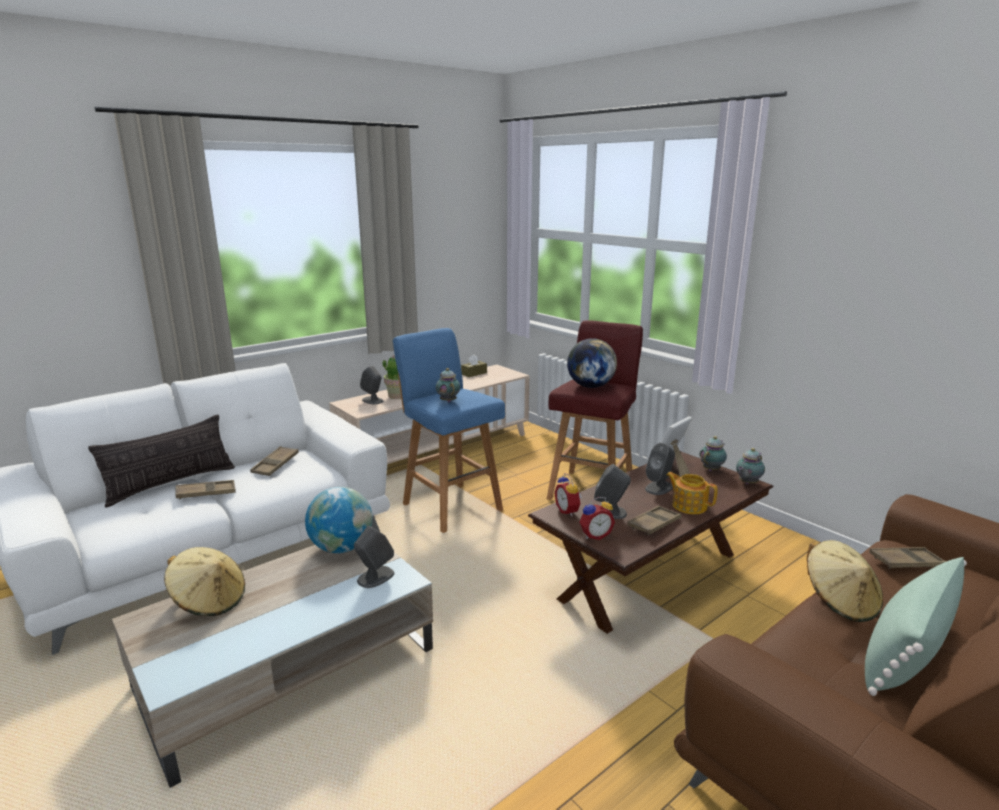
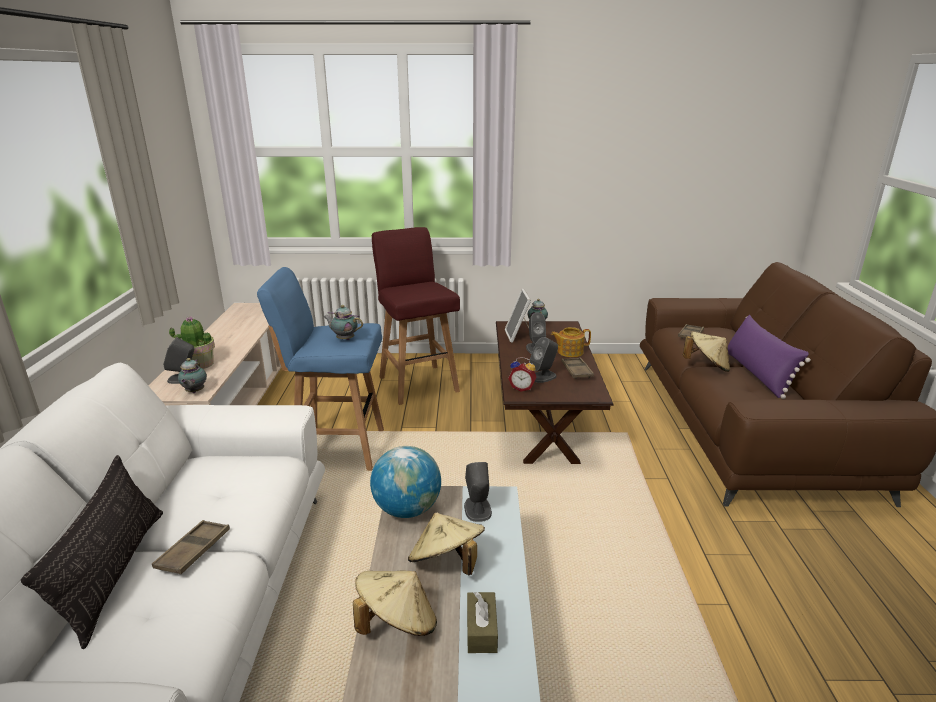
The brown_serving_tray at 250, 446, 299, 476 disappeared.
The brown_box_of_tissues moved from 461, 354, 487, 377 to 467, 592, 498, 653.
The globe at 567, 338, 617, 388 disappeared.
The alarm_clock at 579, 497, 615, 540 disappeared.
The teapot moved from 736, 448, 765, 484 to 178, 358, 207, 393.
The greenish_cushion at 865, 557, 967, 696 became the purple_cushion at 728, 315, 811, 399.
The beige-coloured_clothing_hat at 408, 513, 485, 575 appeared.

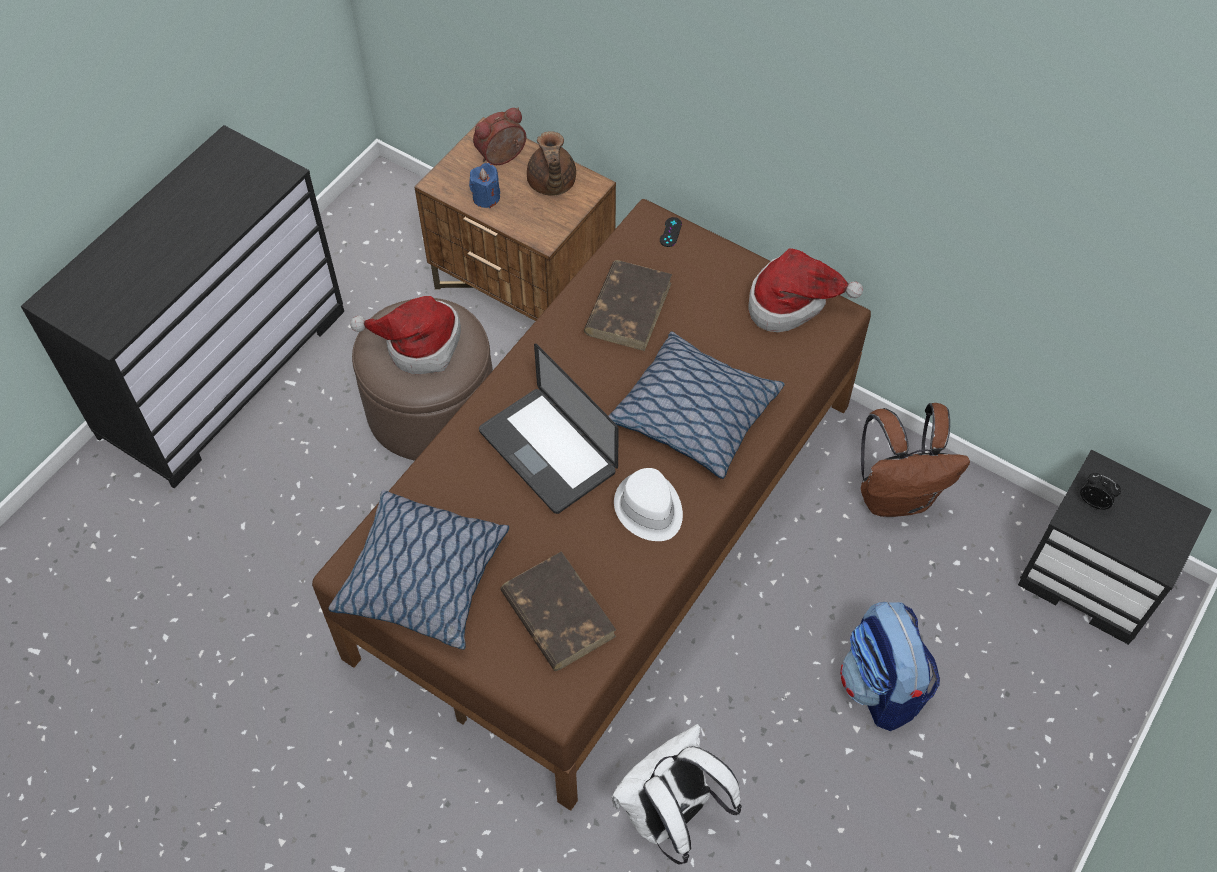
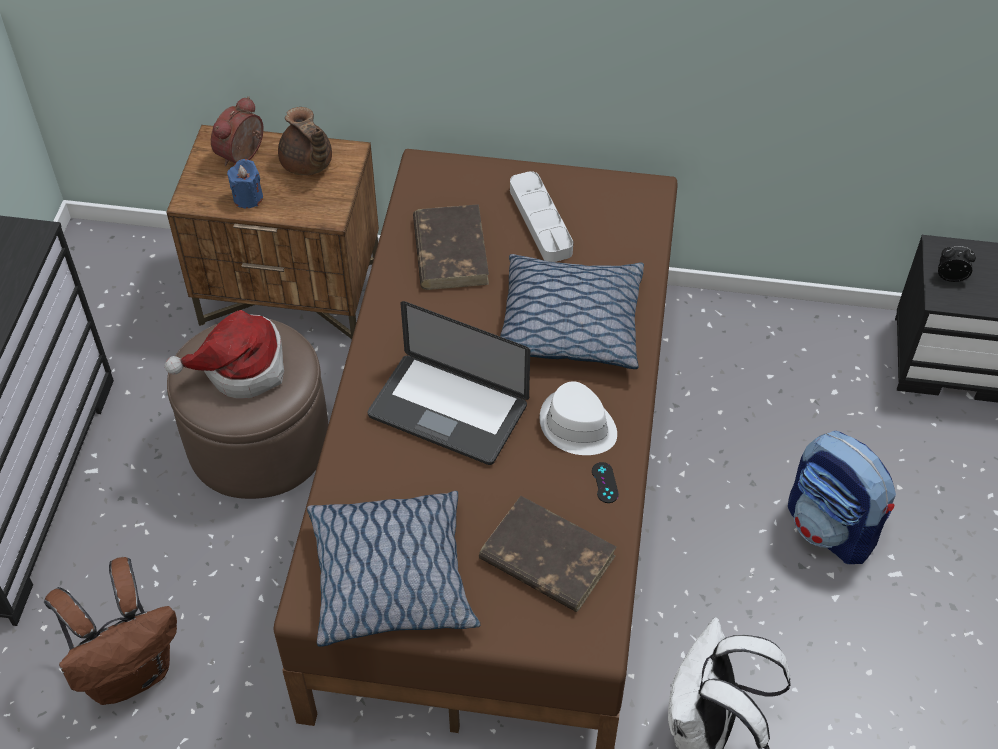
The blackish_gamepad moved from 660, 217, 682, 247 to 592, 462, 619, 503.
The clothing_hat at 748, 248, 863, 332 disappeared.
The brown_backpack moved from 861, 403, 970, 517 to 44, 557, 177, 705.
The grey_serving_tray at 510, 171, 573, 262 appeared.

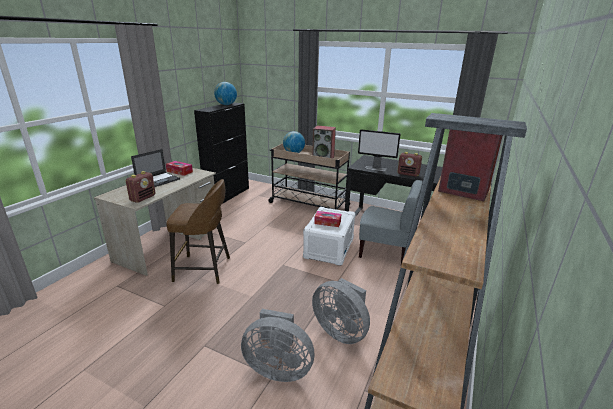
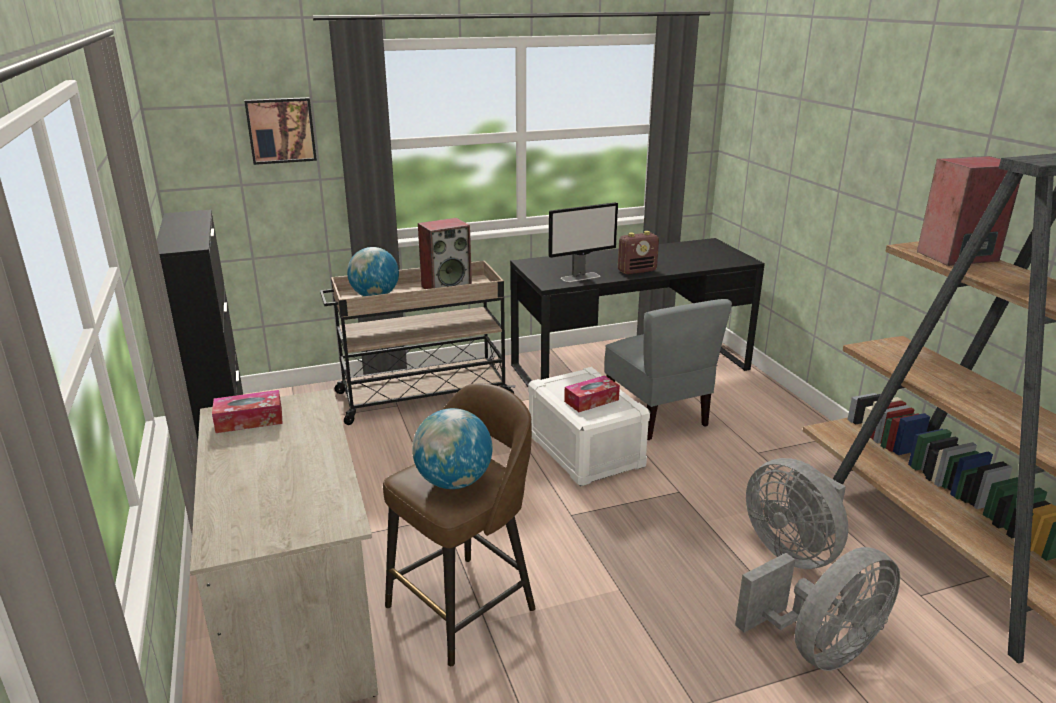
The radio_receiver at 126, 171, 155, 203 disappeared.
The laptop at 131, 149, 180, 187 disappeared.
The globe moved from 214, 82, 237, 105 to 412, 408, 492, 489.
The grey_cooling_fan at 312, 278, 370, 344 turned 60 degrees clockwise.
The grey_chair at 359, 180, 423, 265 turned 90 degrees clockwise.
The picture at 244, 97, 317, 165 appeared.

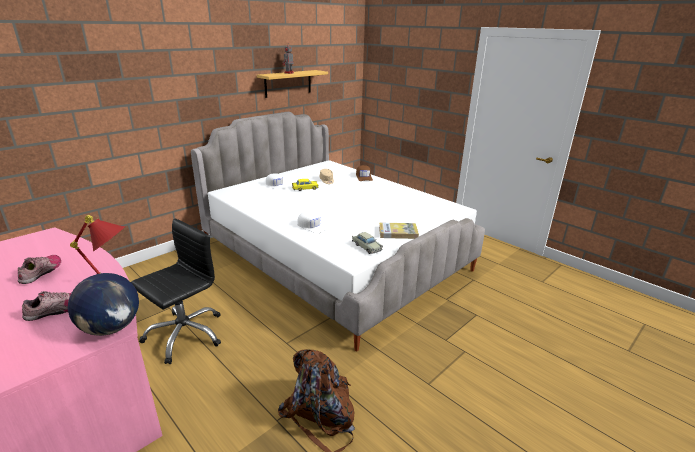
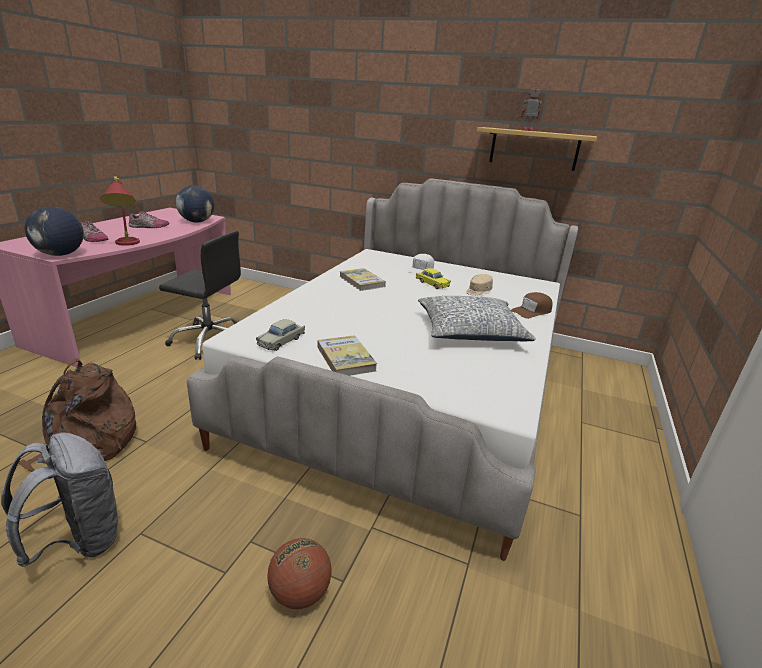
The whitish_peaked_cap at 297, 211, 329, 234 disappeared.
The grey_backpack at 1, 433, 120, 567 appeared.
The globe at 176, 185, 214, 223 appeared.
The ball_for_basketball at 267, 538, 332, 609 appeared.
The bound_book at 340, 268, 386, 291 appeared.
The cushion at 418, 296, 536, 341 appeared.

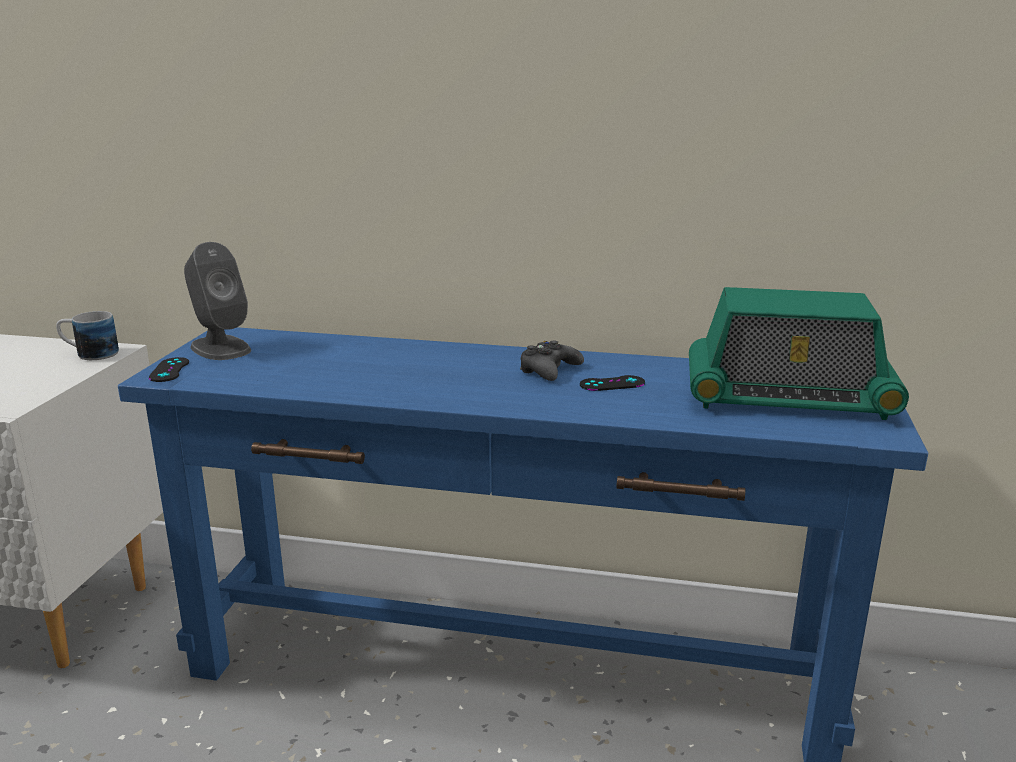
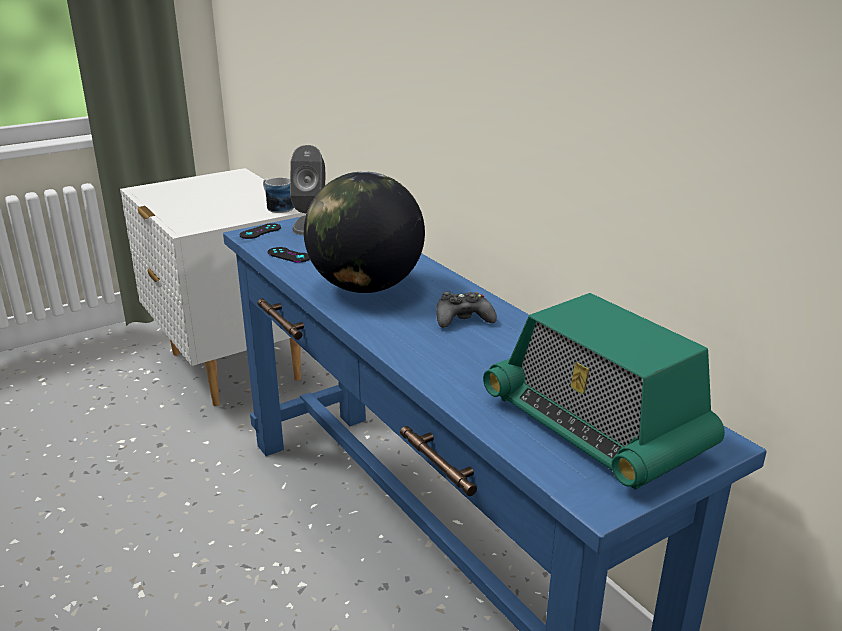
The blackish_gamepad moved from 580, 375, 645, 391 to 267, 247, 310, 263.
The globe at 304, 171, 425, 293 appeared.

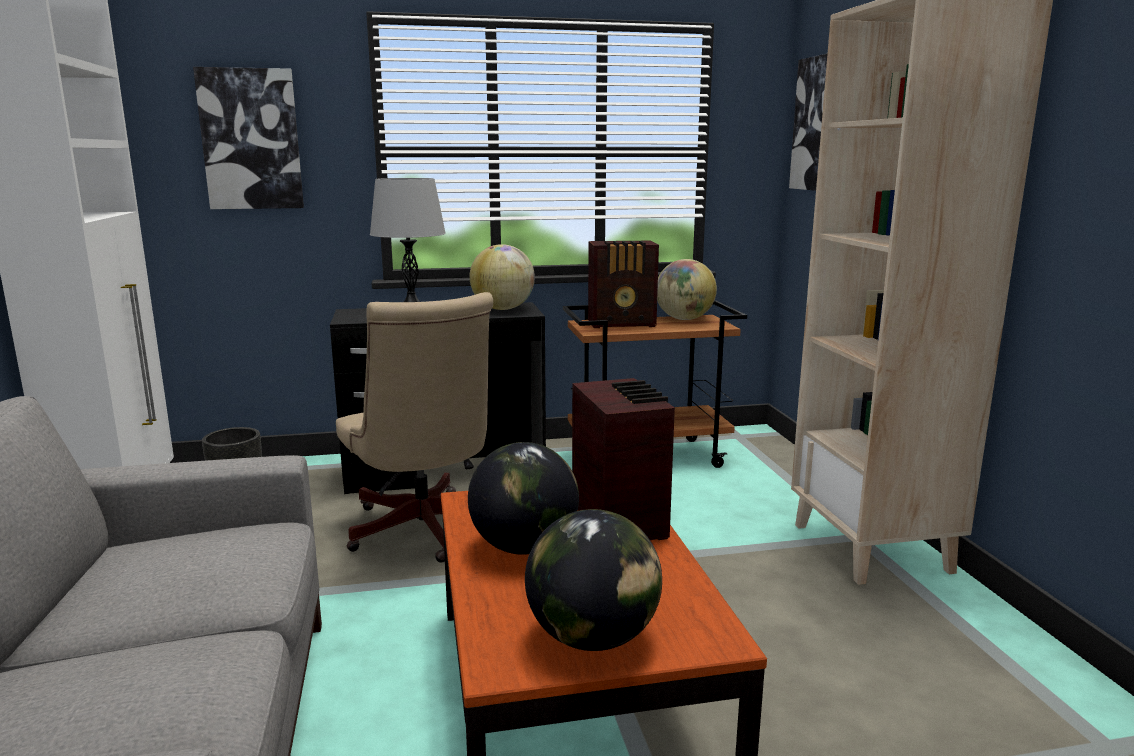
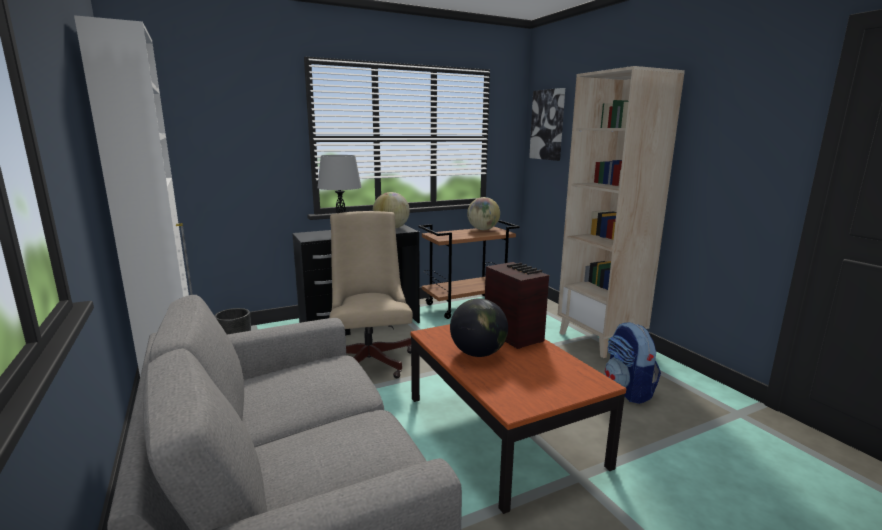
The picture at 193, 67, 304, 209 disappeared.
The beige-coloured_desk_chair at 336, 292, 493, 563 turned 150 degrees counterclockwise.
The globe at 525, 509, 662, 651 disappeared.
The radio_receiver at 588, 241, 659, 328 disappeared.
The backpack at 605, 322, 661, 404 appeared.

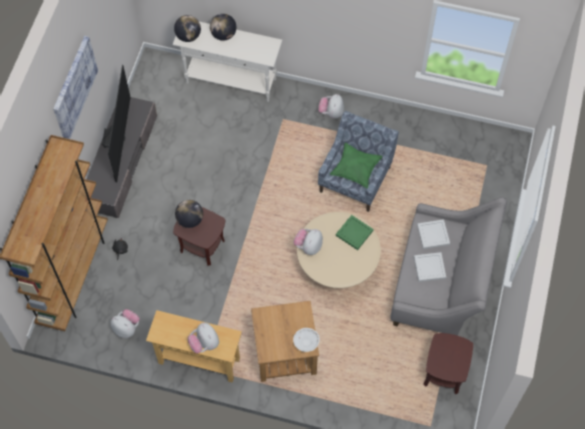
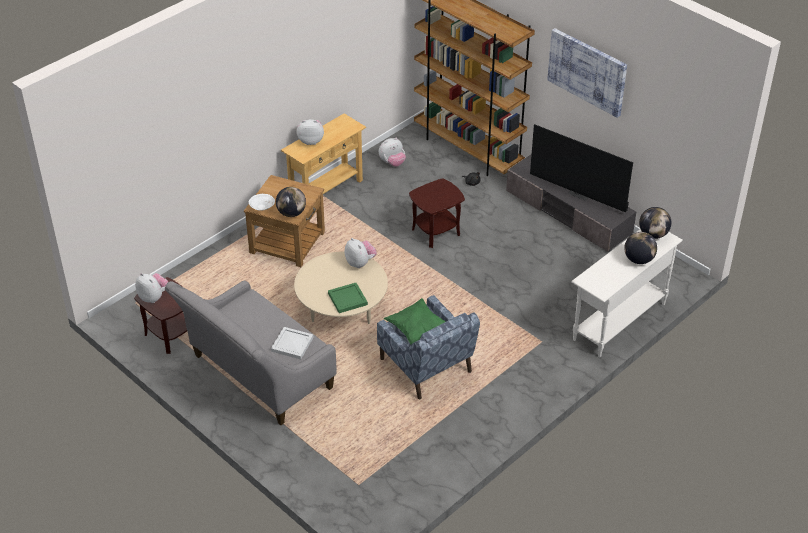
The globe moved from 175, 200, 203, 228 to 276, 187, 306, 217.
The cuddly_toy moved from 318, 94, 344, 119 to 135, 273, 168, 303.
The whitish_serving_tray at 414, 252, 446, 282 disappeared.

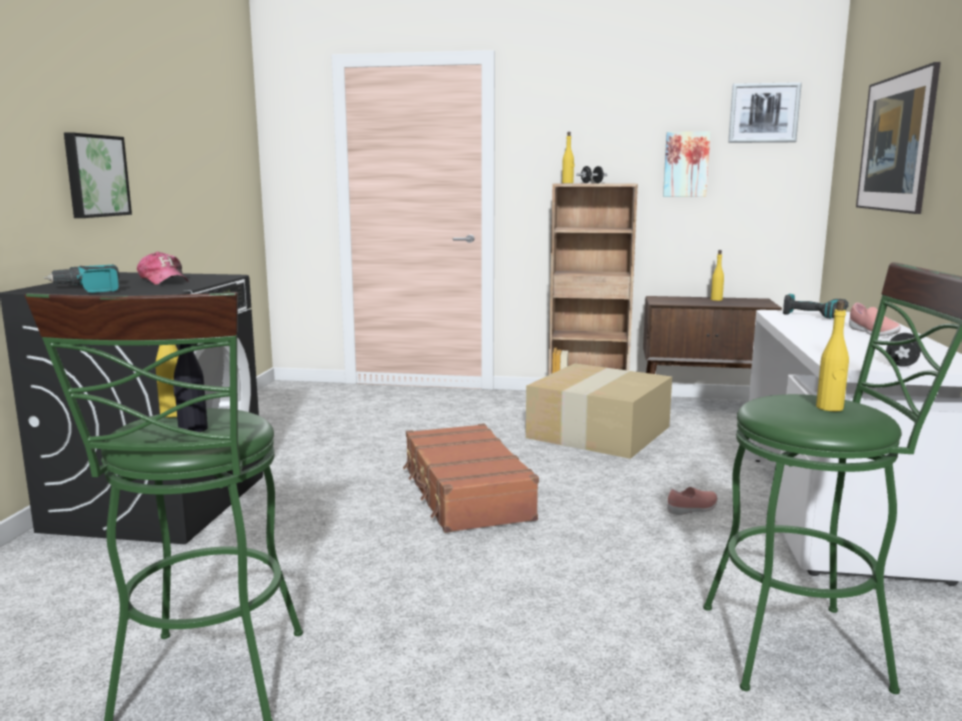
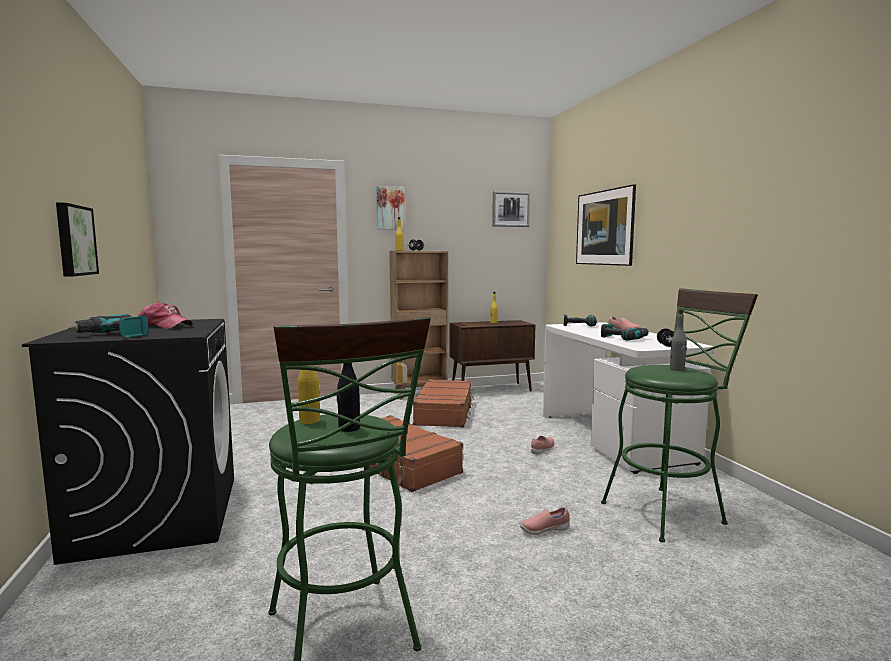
The cardboard_box at 526, 363, 672, 459 was replaced by the brown_travel_case at 413, 379, 474, 428.
The picture moved from 663, 131, 711, 197 to 376, 186, 405, 230.
The yellow_drink_bottle at 816, 300, 849, 411 became the grey_drink_bottle at 670, 309, 687, 371.
The pinkish_low_shoe at 520, 507, 570, 535 appeared.
The electric_drill at 601, 324, 649, 341 appeared.

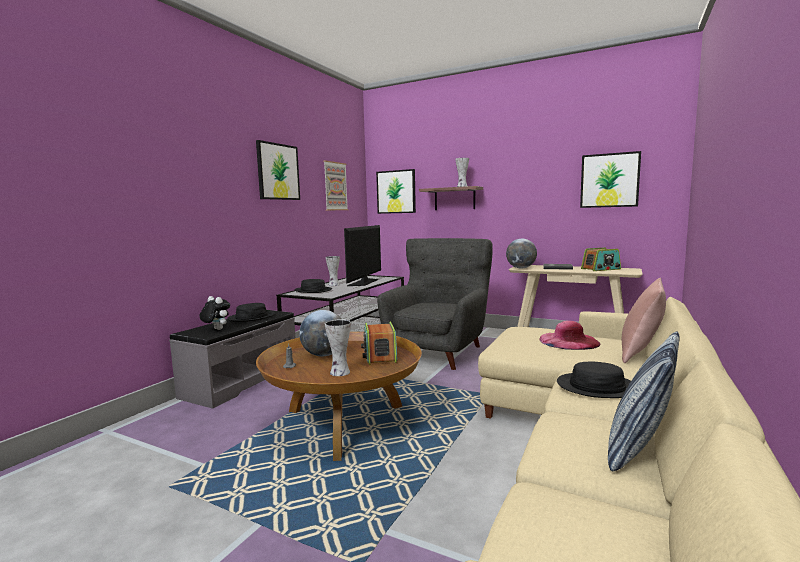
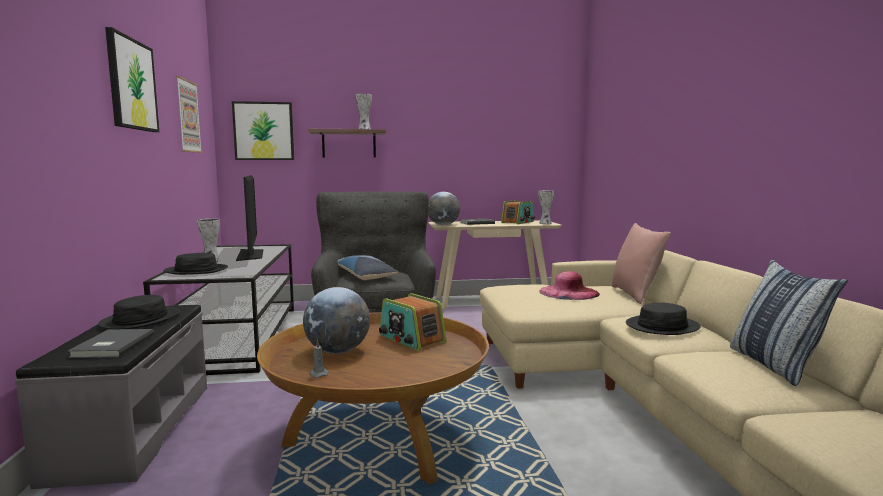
The cuddly_toy at 200, 296, 230, 330 was replaced by the grey_bound_book at 68, 329, 154, 358.
The decorative_vase moved from 325, 319, 351, 376 to 538, 191, 554, 224.
The picture at 580, 151, 641, 208 disappeared.
The cushion at 337, 255, 399, 280 appeared.

